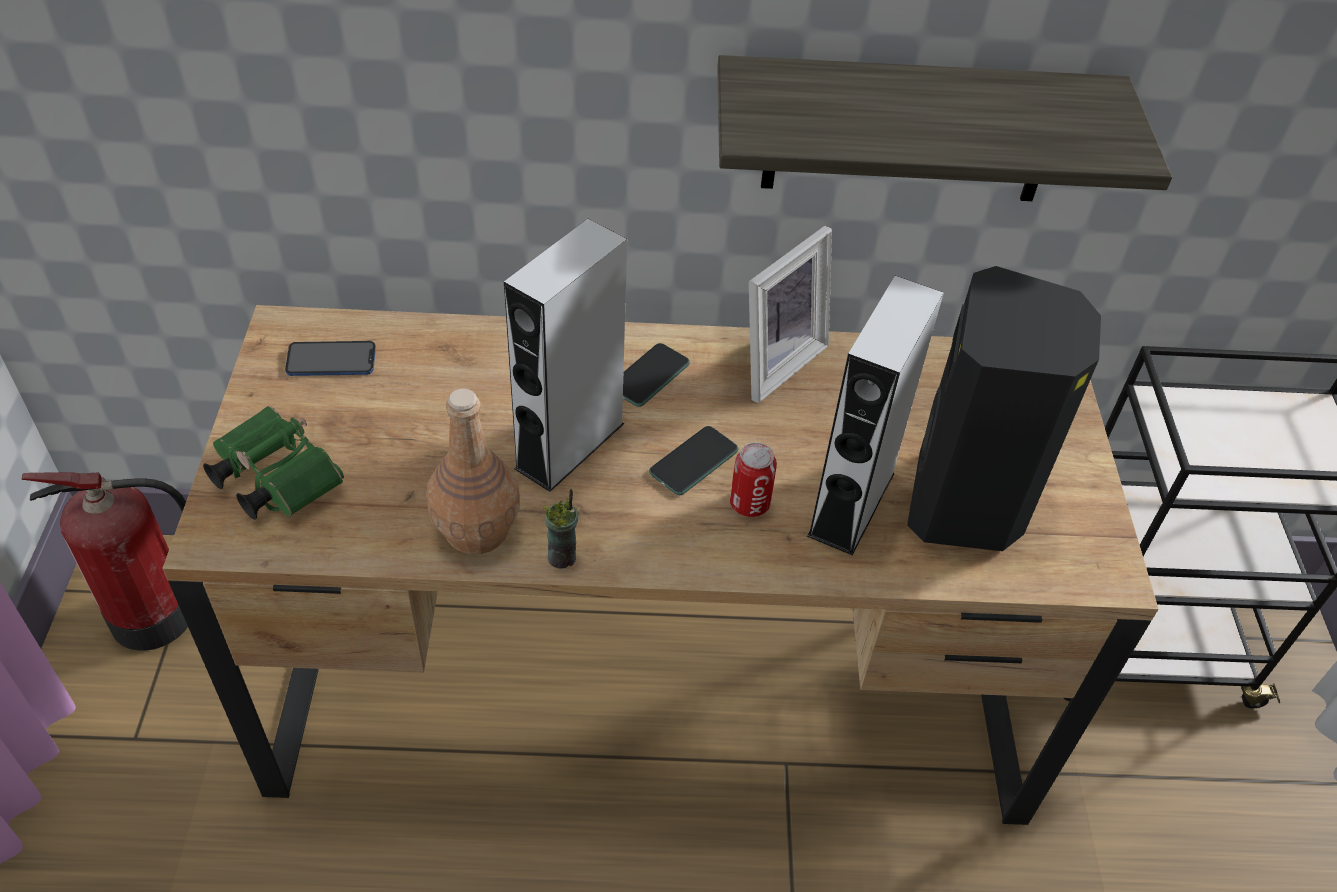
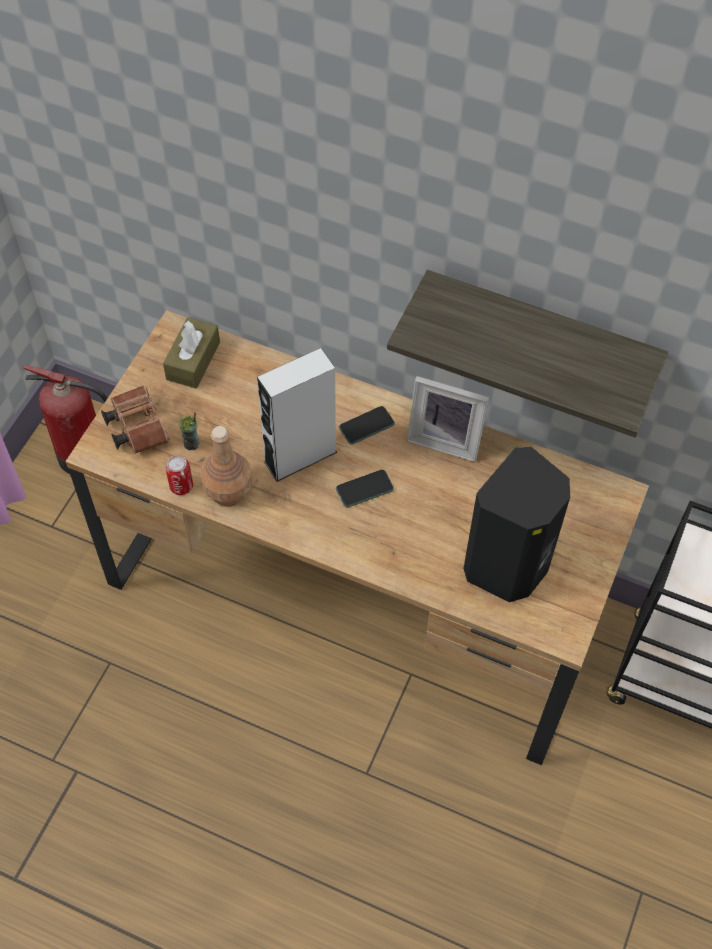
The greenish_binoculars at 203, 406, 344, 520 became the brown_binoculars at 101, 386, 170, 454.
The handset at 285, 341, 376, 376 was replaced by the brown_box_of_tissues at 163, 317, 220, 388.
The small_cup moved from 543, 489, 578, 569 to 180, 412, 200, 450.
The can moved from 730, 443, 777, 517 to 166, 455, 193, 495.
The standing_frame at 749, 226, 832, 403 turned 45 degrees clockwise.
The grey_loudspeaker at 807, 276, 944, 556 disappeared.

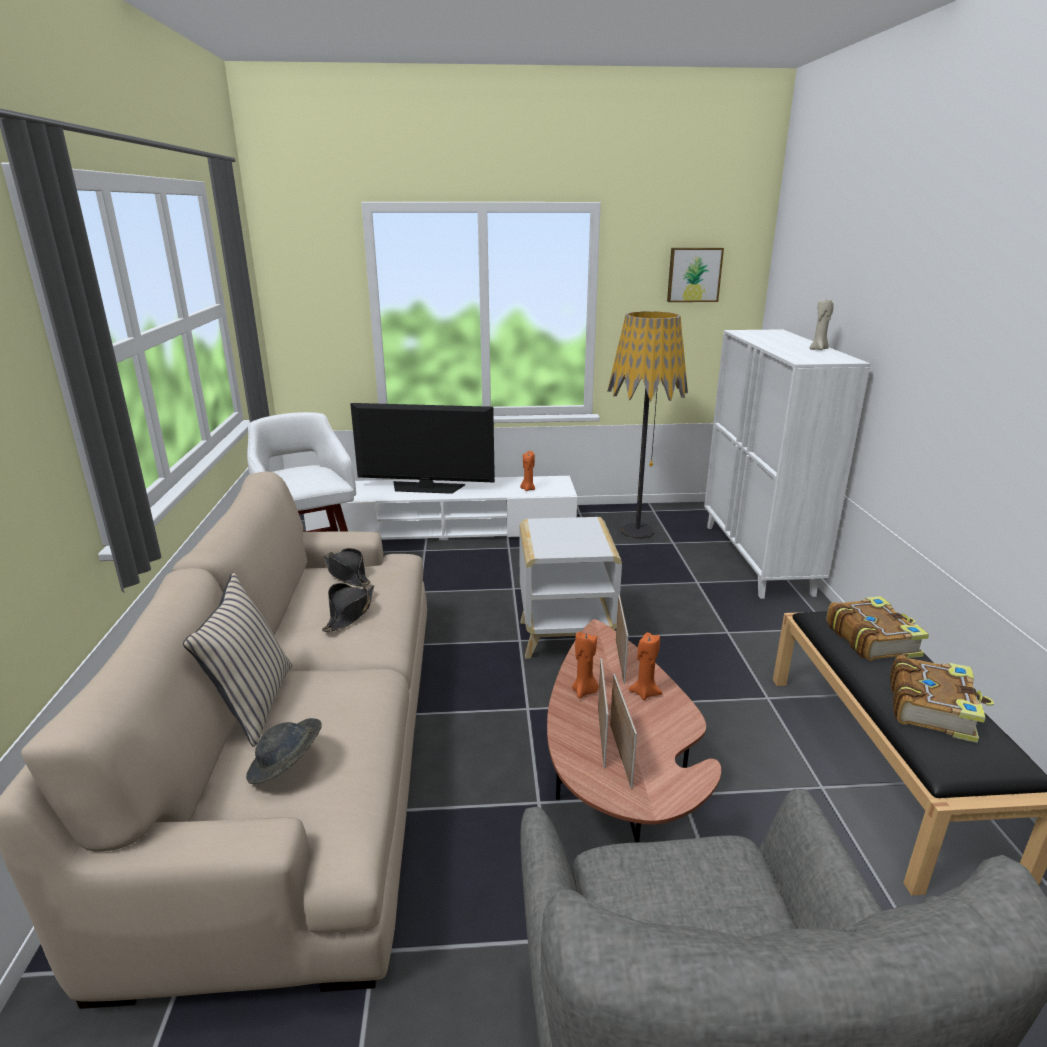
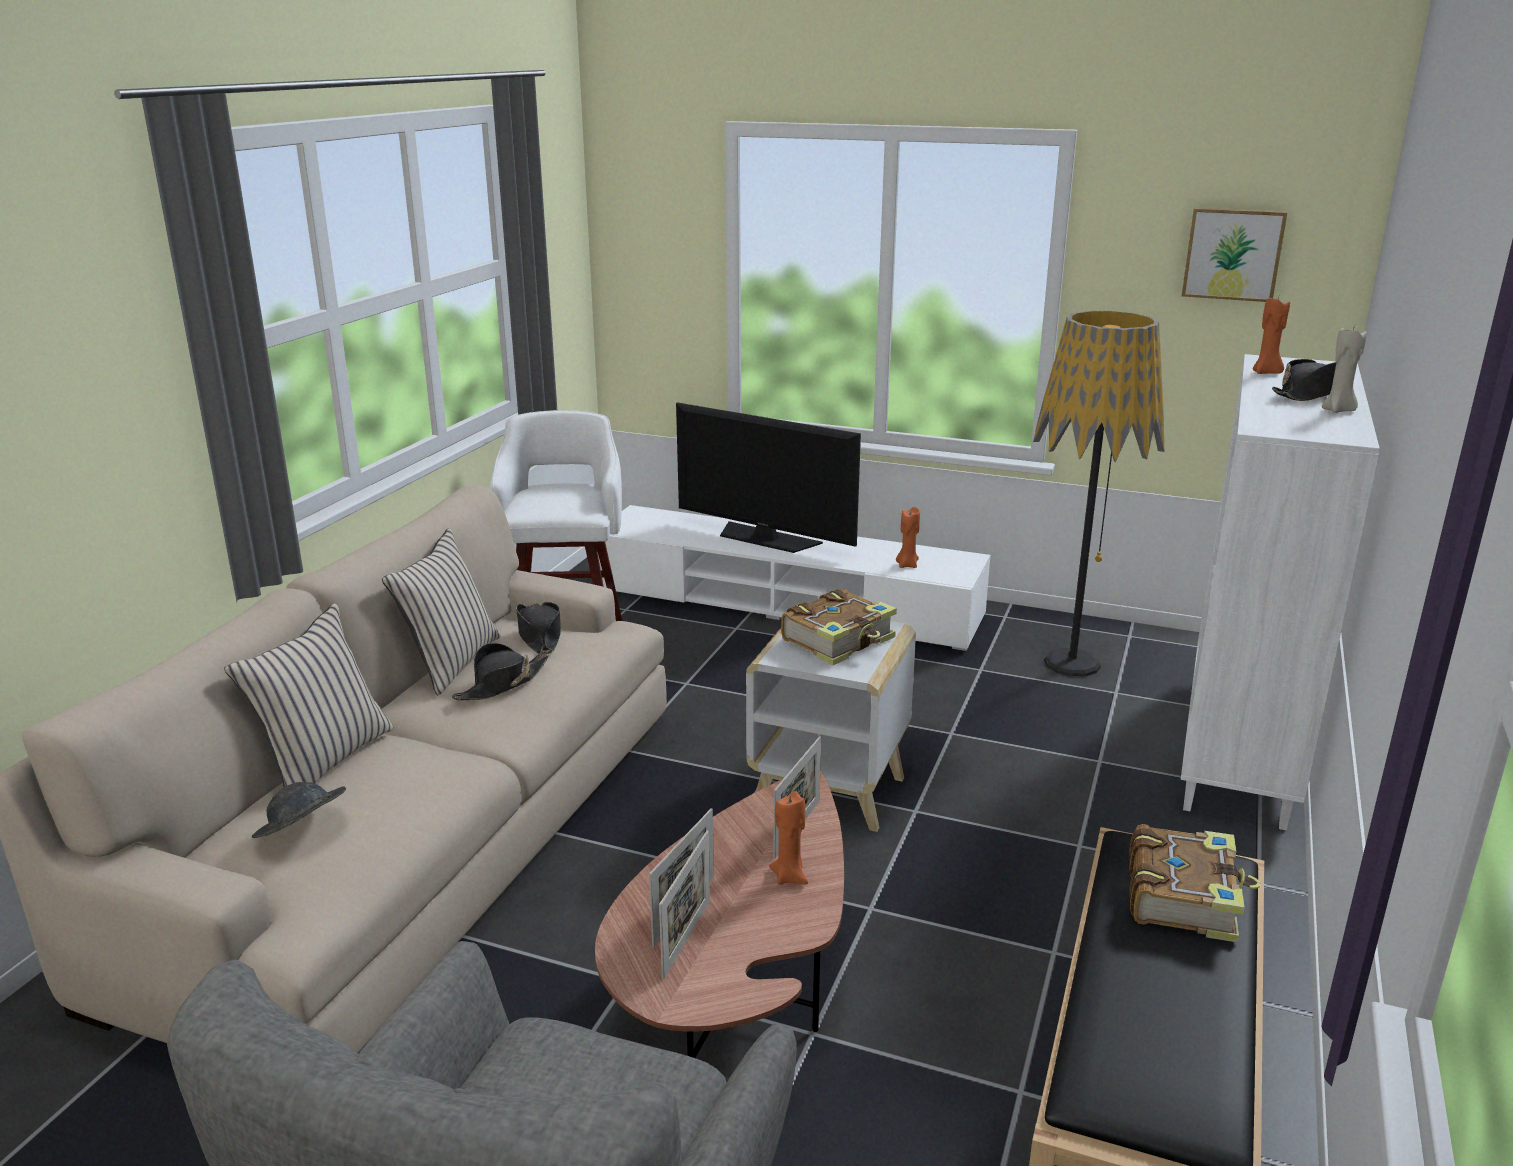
The orangey_wax_candle moved from 572, 631, 599, 699 to 1253, 298, 1290, 374.
The bound_book moved from 890, 655, 994, 743 to 781, 589, 897, 665.
The beige-coloured_cushion at 382, 528, 501, 695 appeared.
The blackish_clothing_hat at 1272, 359, 1337, 401 appeared.

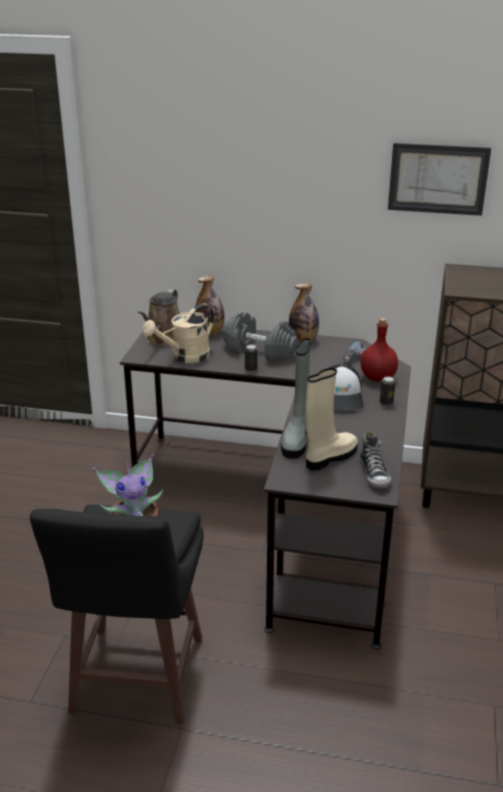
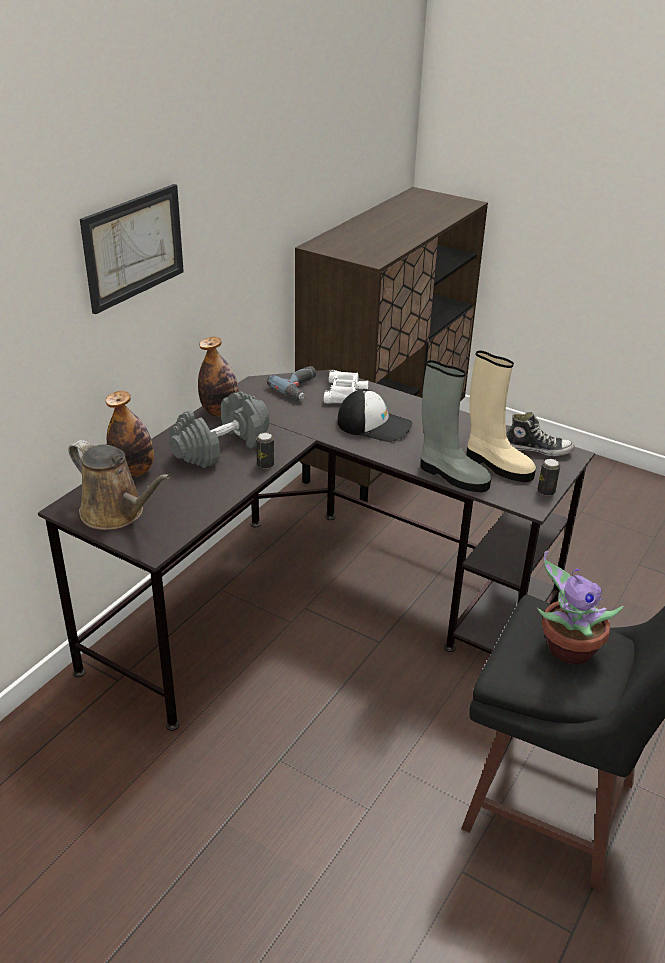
The beige-coloured_sprinkling_can at 142, 303, 214, 363 disappeared.
The beige-coloured_boot at 306, 368, 358, 471 turned 150 degrees clockwise.
The red_drink_bottle at 361, 318, 398, 382 was replaced by the whitish_binoculars at 324, 370, 368, 404.
The can moved from 380, 376, 395, 406 to 537, 459, 560, 496.
The picture moved from 388, 143, 491, 216 to 80, 184, 184, 314.

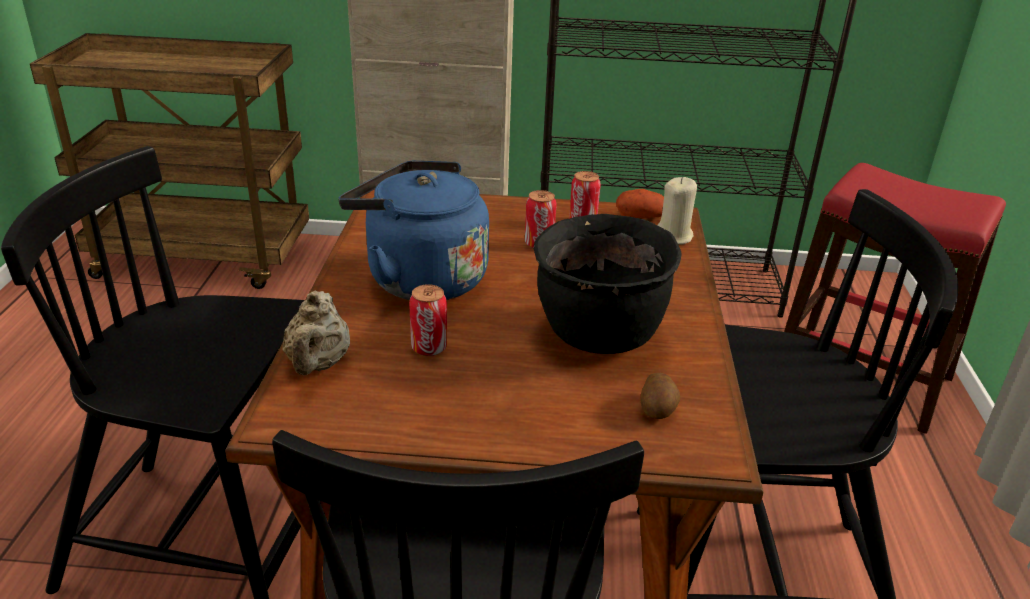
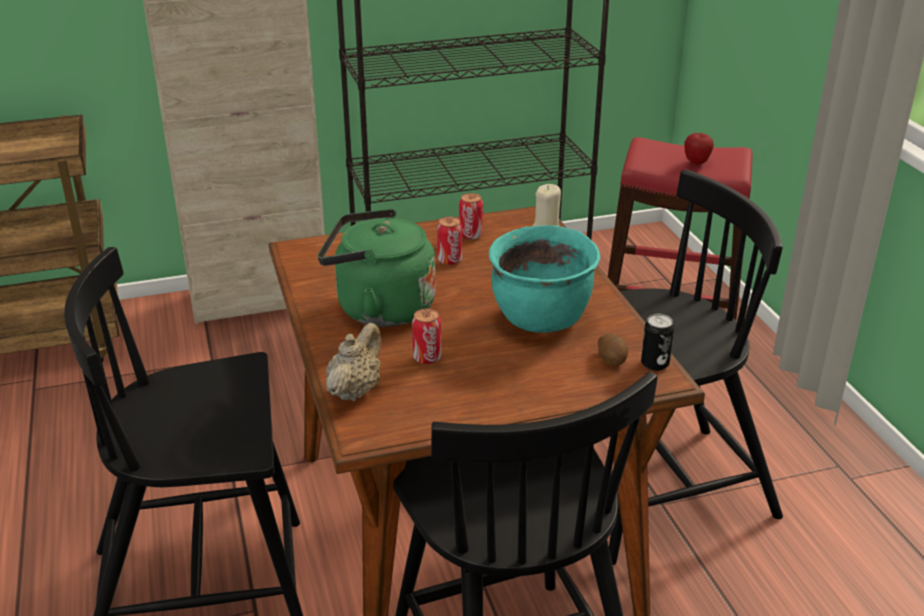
The beige-coloured_teapot at 282, 291, 350, 375 turned 135 degrees counterclockwise.
The blue-coloured_tea_kettle at 338, 160, 489, 300 became the greenish_tea_kettle at 318, 209, 436, 327.
The blackish_stockpot at 534, 214, 681, 354 became the turquoise-coloured_stockpot at 489, 225, 600, 333.
The whole_potato at 616, 189, 664, 219 disappeared.
The can at 641, 314, 674, 371 appeared.
The apple_fruit at 685, 133, 714, 165 appeared.

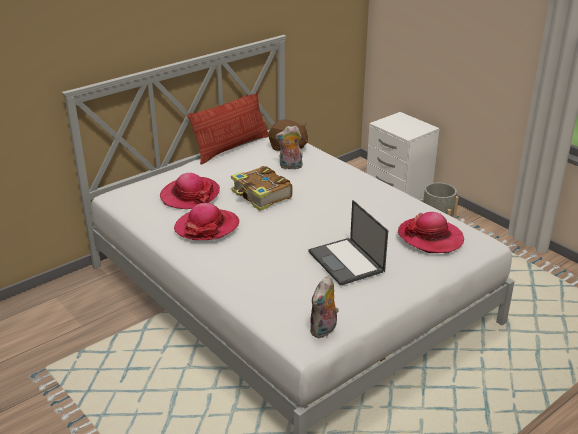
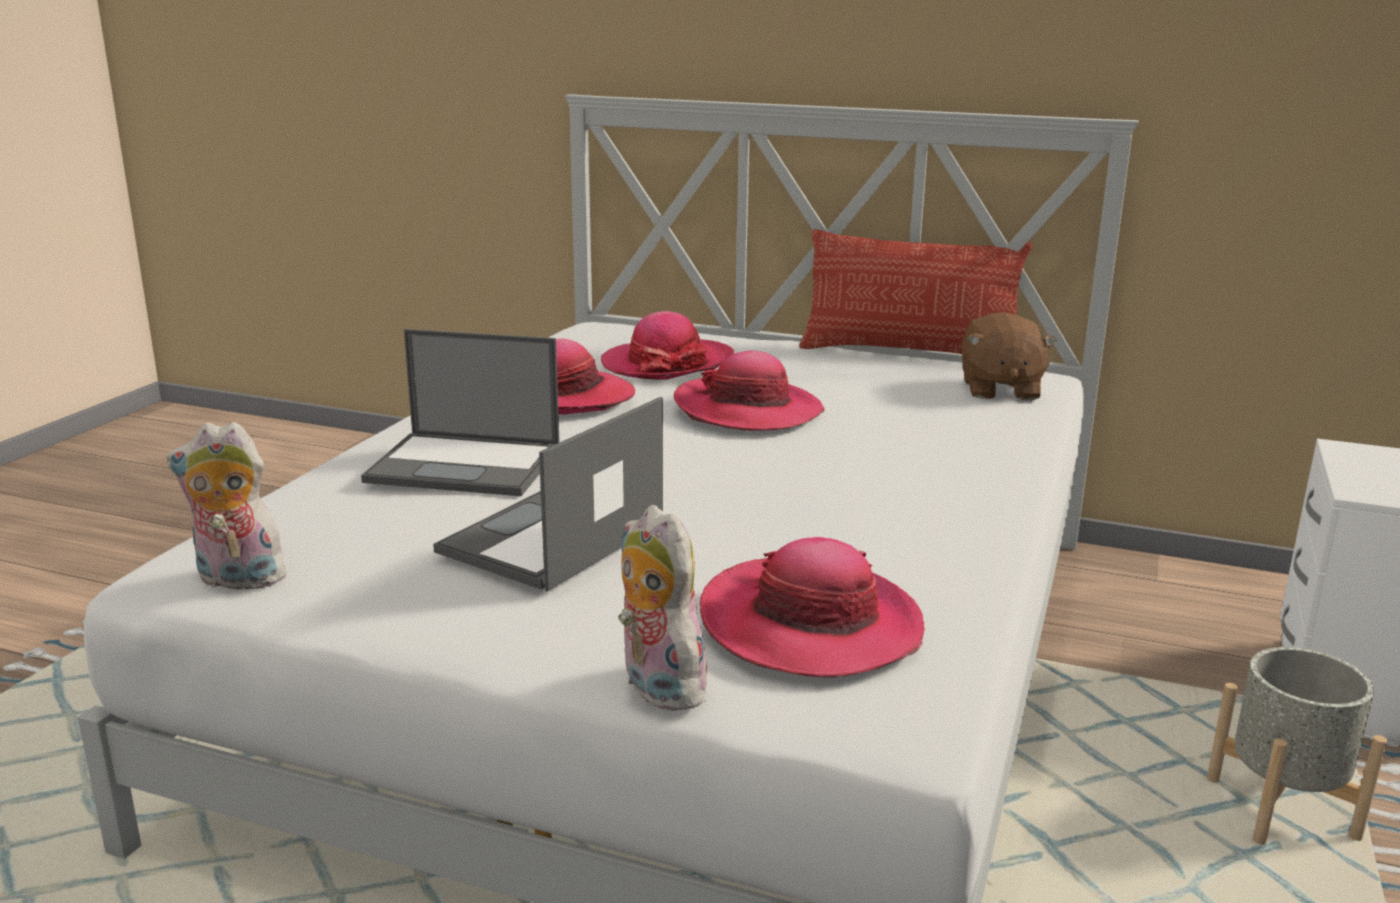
The bound_book at 231, 166, 293, 211 was replaced by the clothing_hat at 674, 351, 825, 431.
The cuddly_toy moved from 275, 126, 303, 169 to 618, 505, 707, 711.
The laptop at 361, 329, 560, 496 appeared.

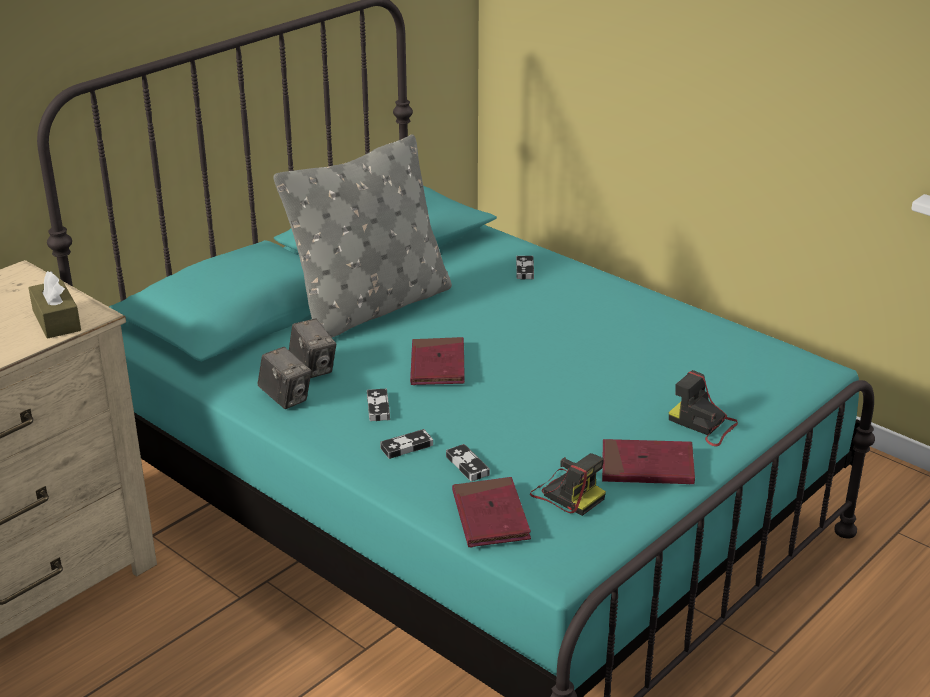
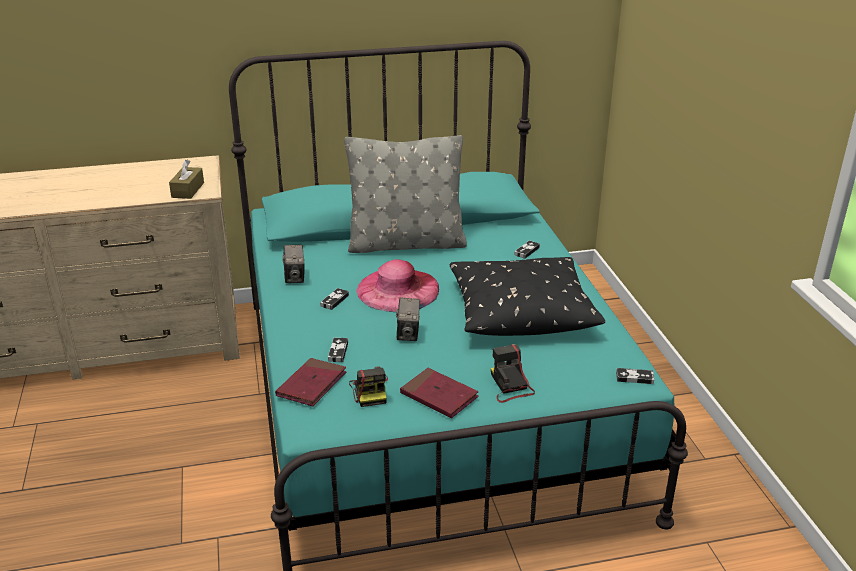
The still_camera moved from 289, 319, 336, 378 to 396, 298, 420, 341.
The gamepad moved from 380, 429, 433, 459 to 616, 368, 654, 384.
The red_bound_book at 410, 337, 465, 385 was replaced by the pinkish_clothing_hat at 356, 259, 439, 312.
The blackish_cushion at 450, 257, 605, 336 appeared.

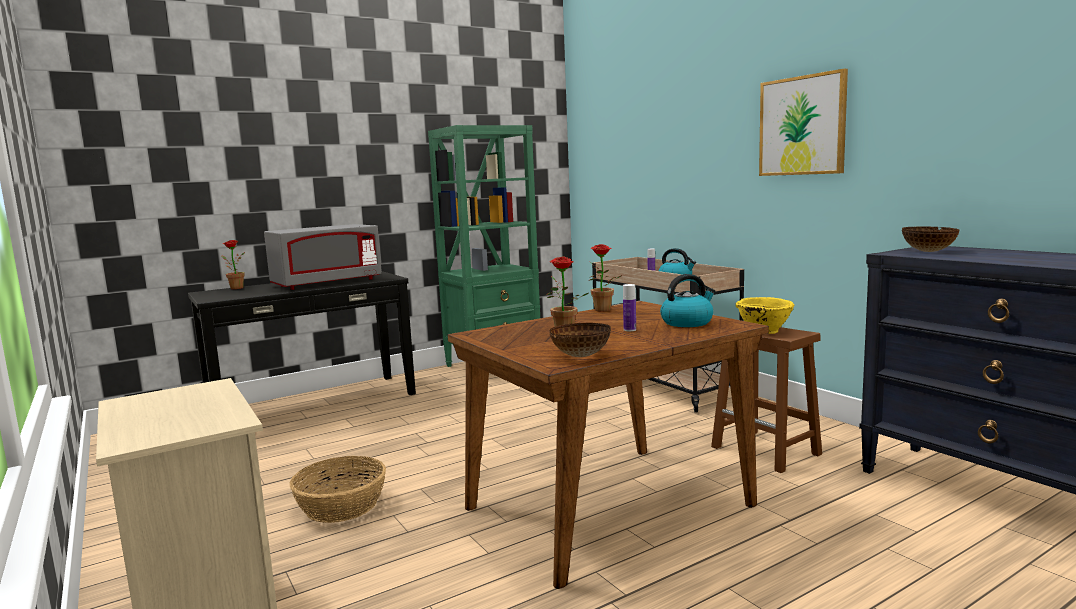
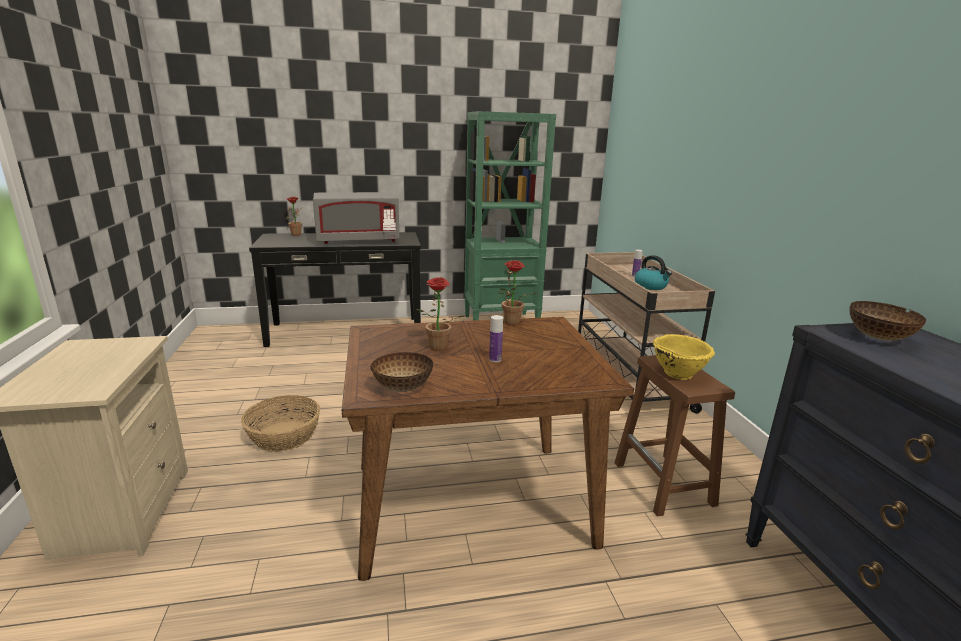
The tea_kettle at 660, 274, 715, 327 disappeared.
The picture at 759, 69, 848, 176 disappeared.

